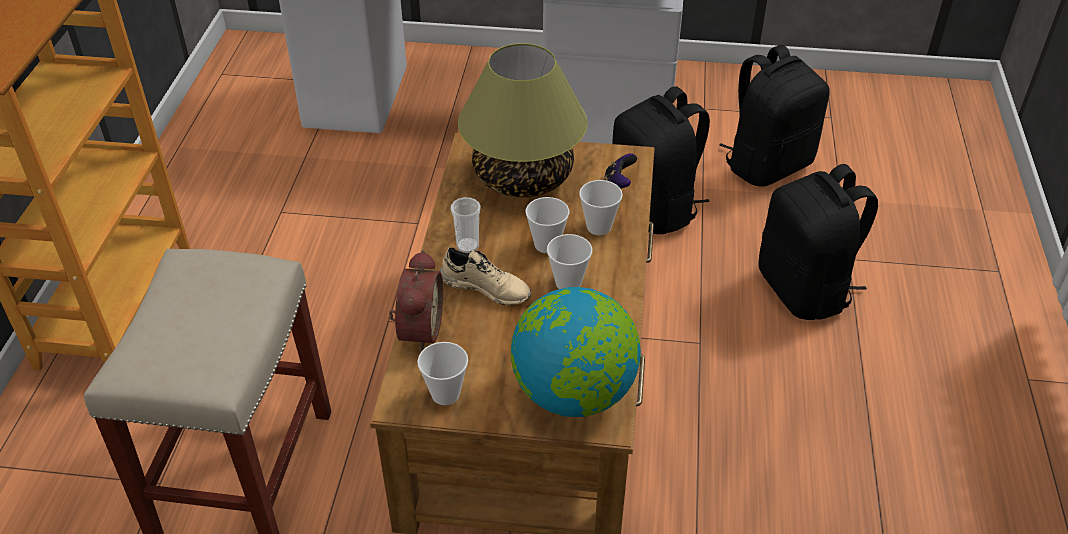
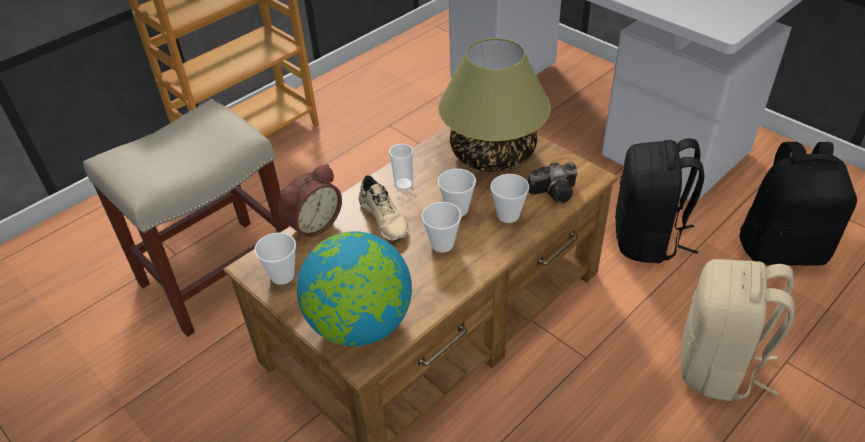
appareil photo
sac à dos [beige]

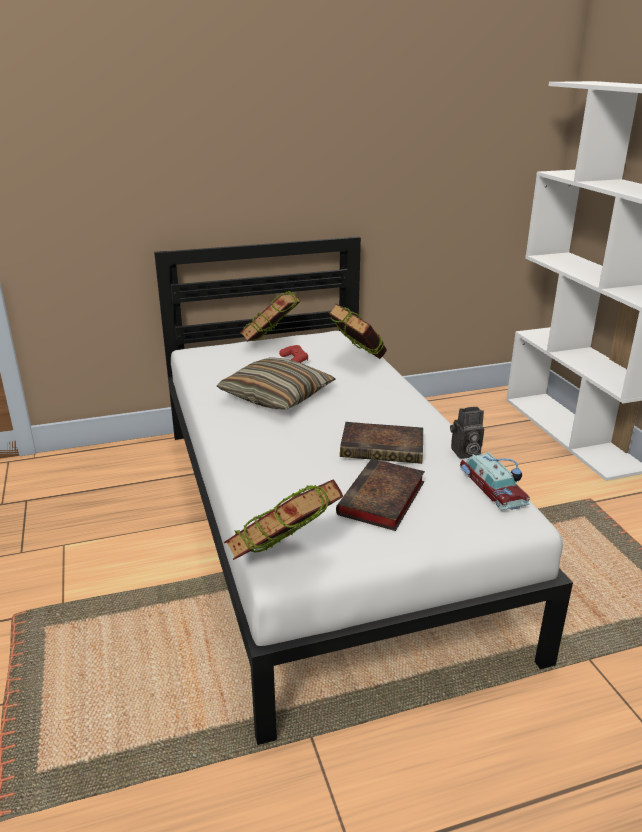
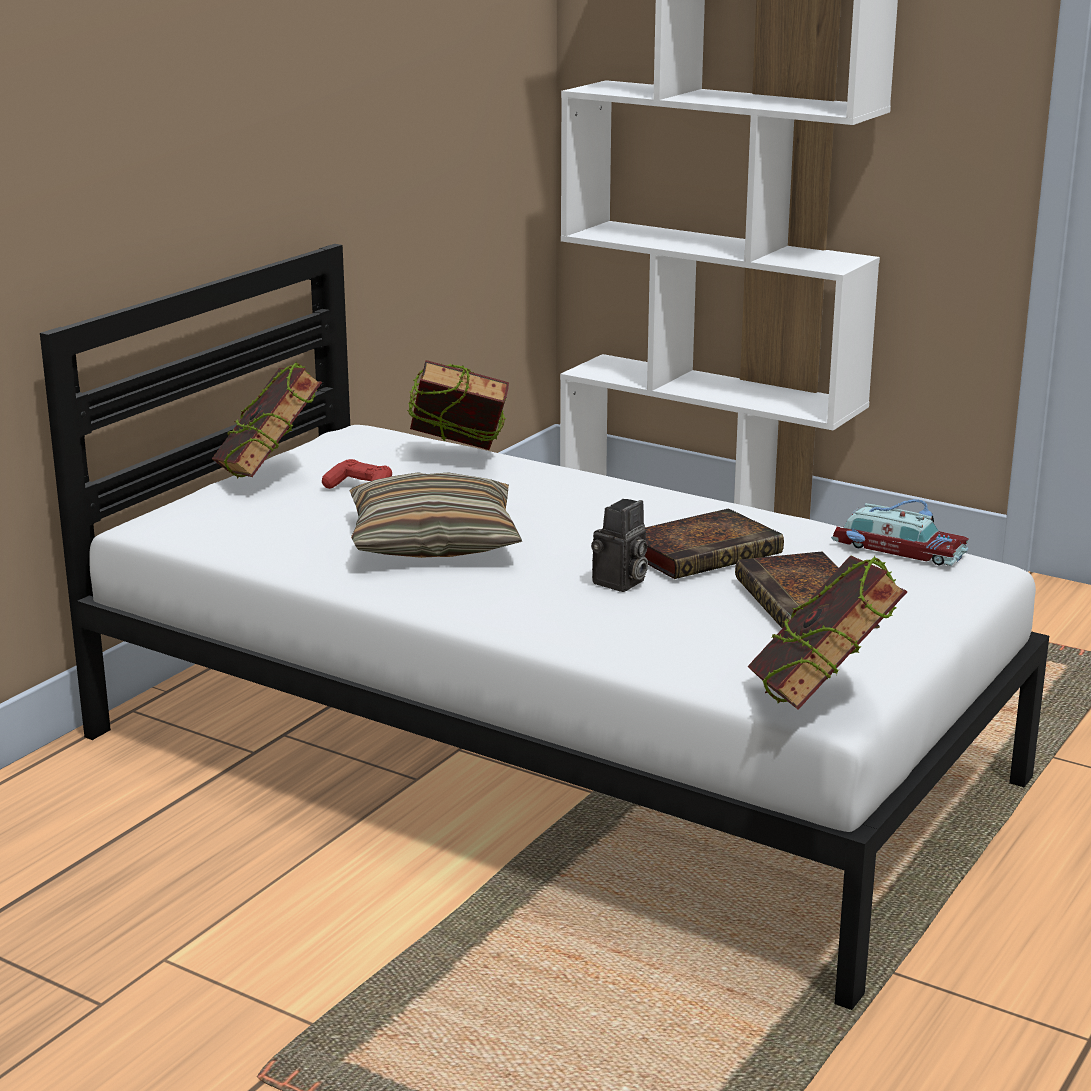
appareil photo

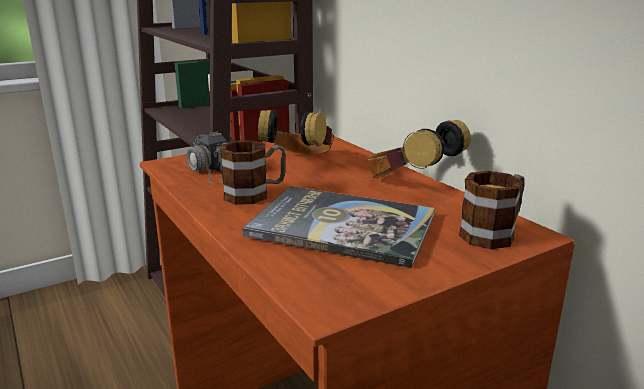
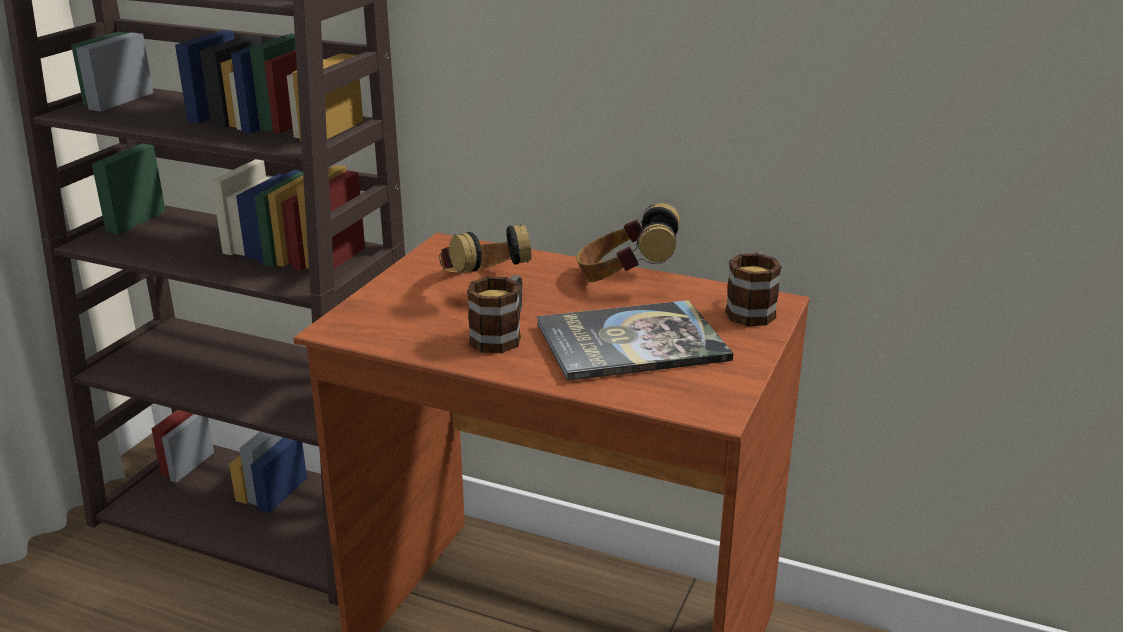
appareil photo

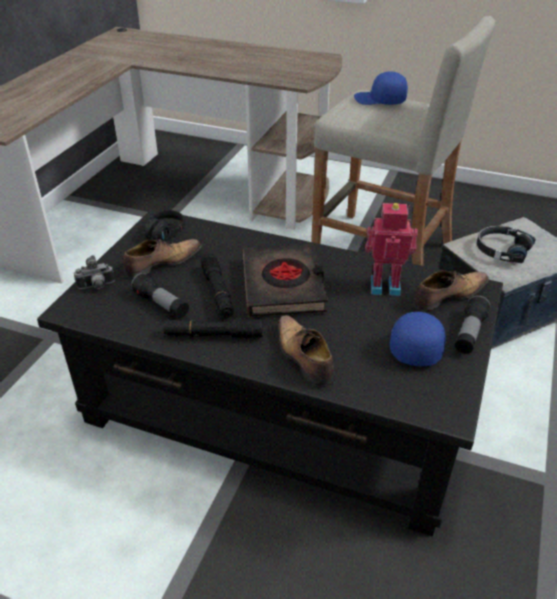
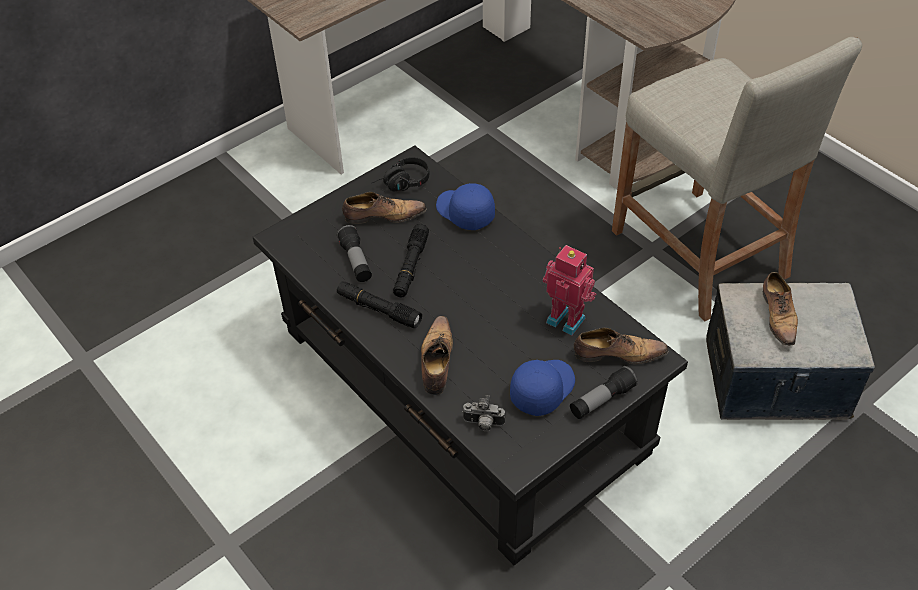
appareil photo
livre [noir]
casquette [bleu] (no. 1 from left)
chaussure (no. 4 from left)

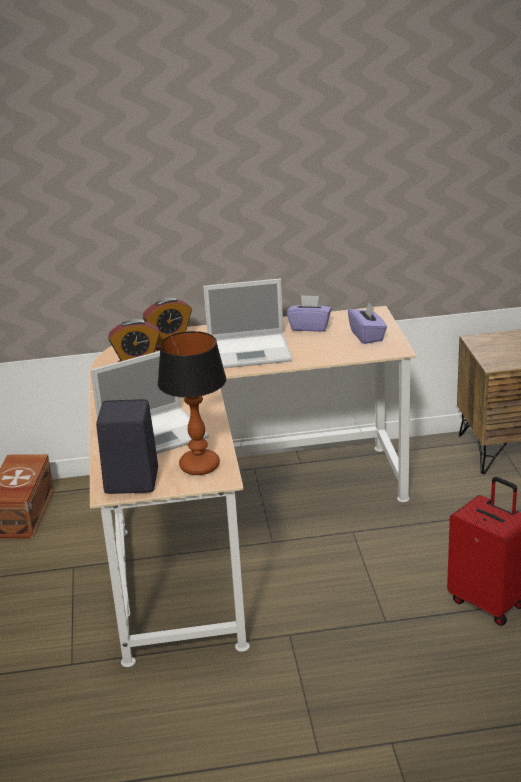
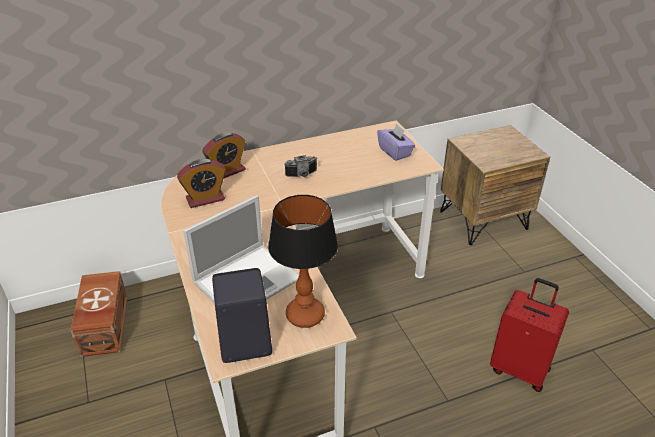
appareil photo
boîte à mouchoirs [violet] (no. 1 from left in the first image)

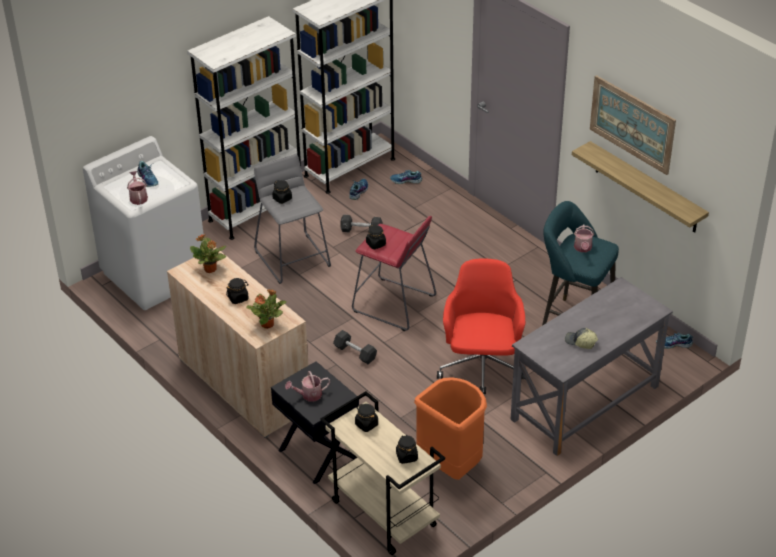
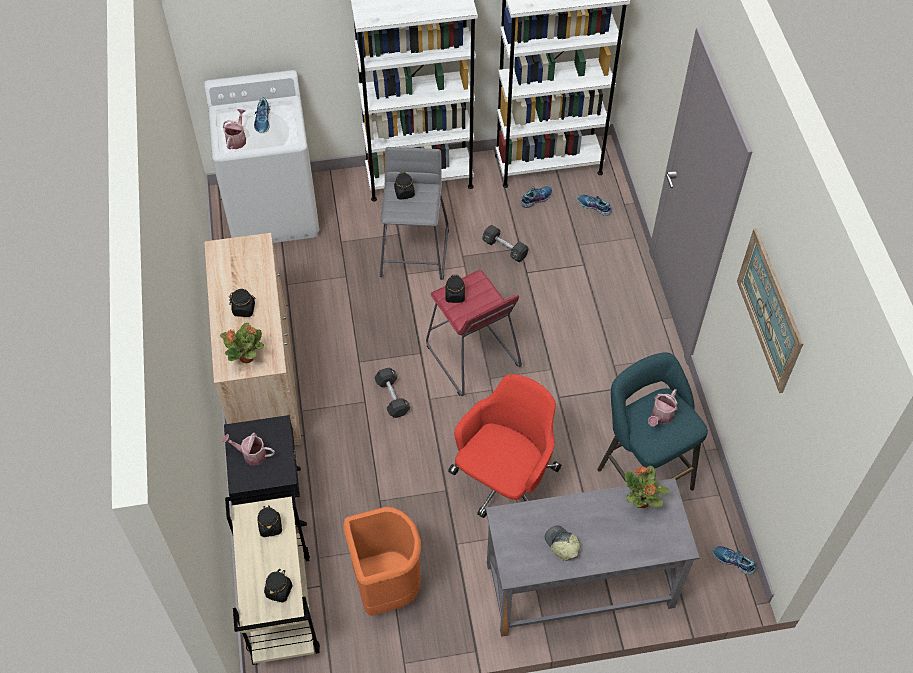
plante en pot (no. 2 from left)
étagère

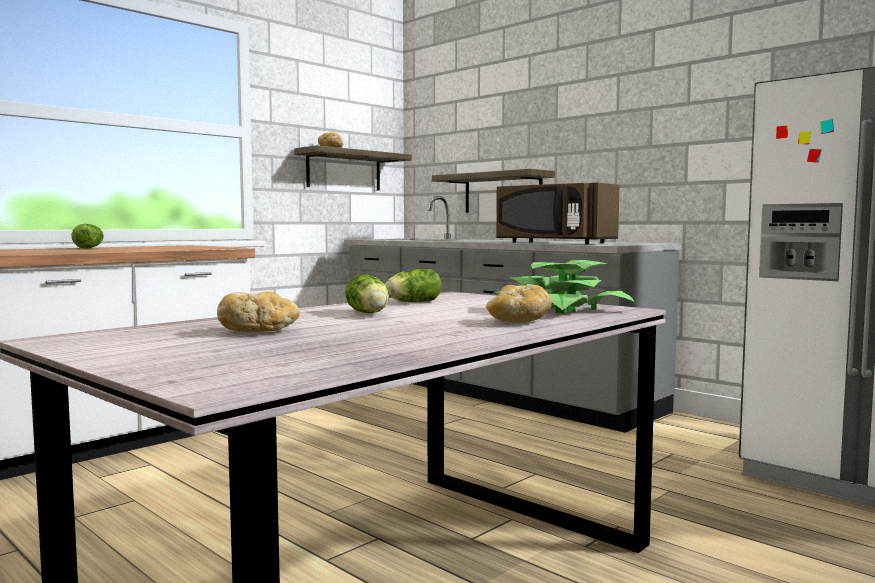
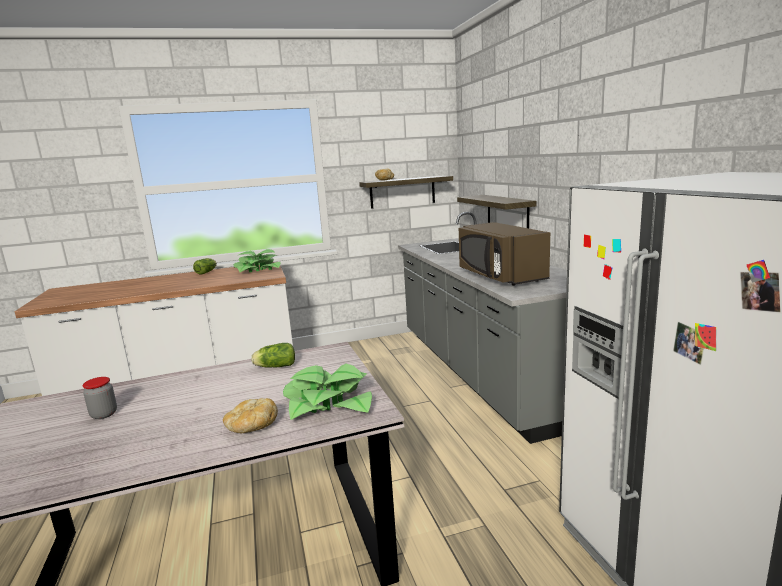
bocal
laitue (no. 2 from left in the first image)
plante en pot (no. 1 from left)

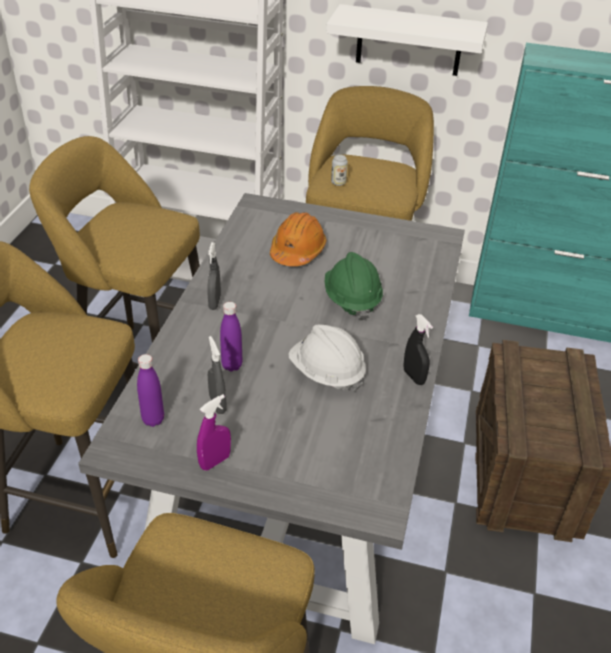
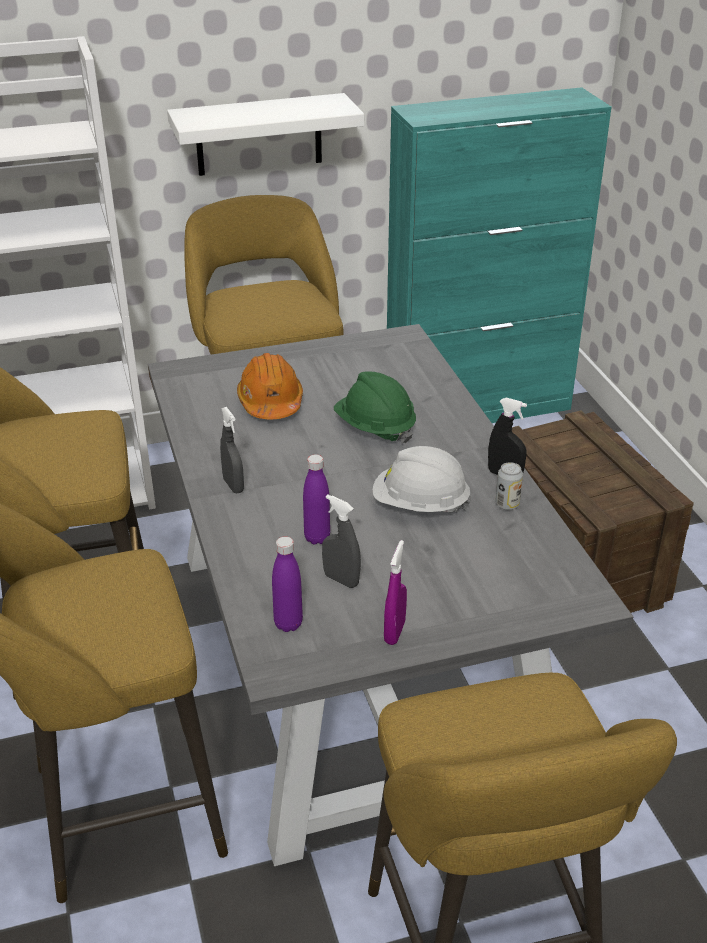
boîte métallique

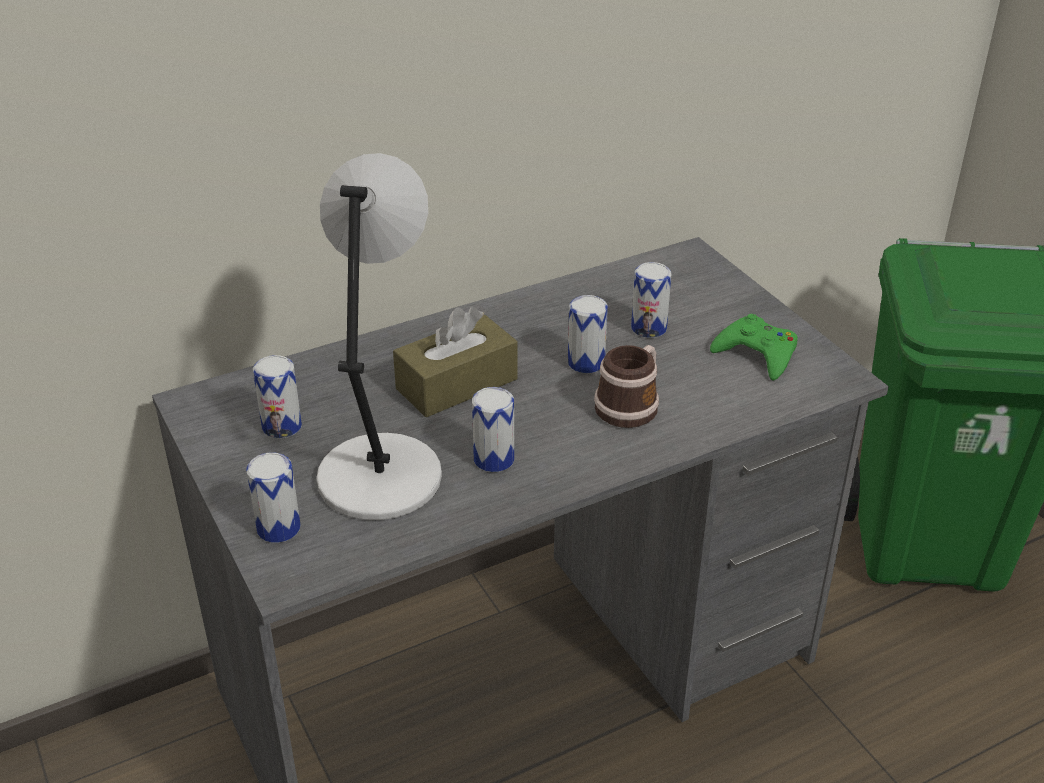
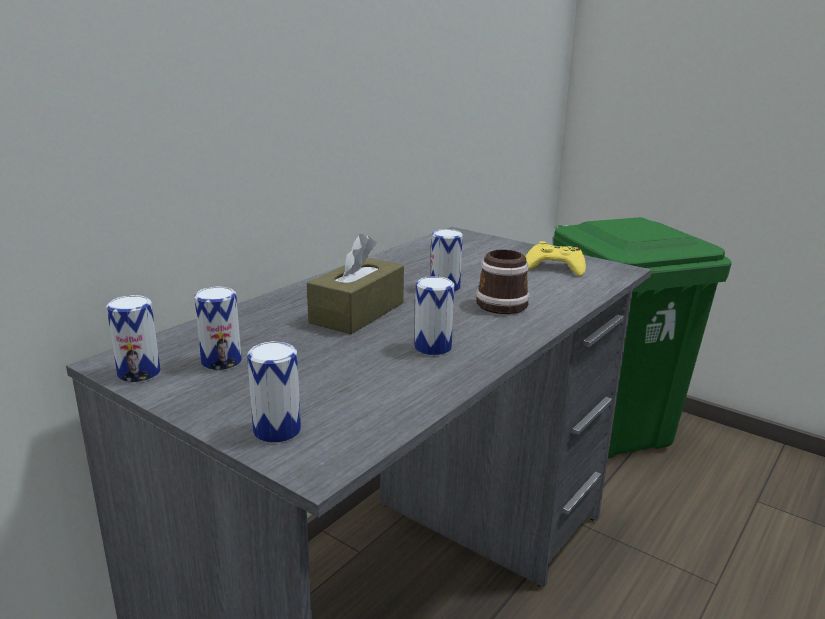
lampe de table [gris]
boîte métallique (no. 1 from left)
manette [jaune]

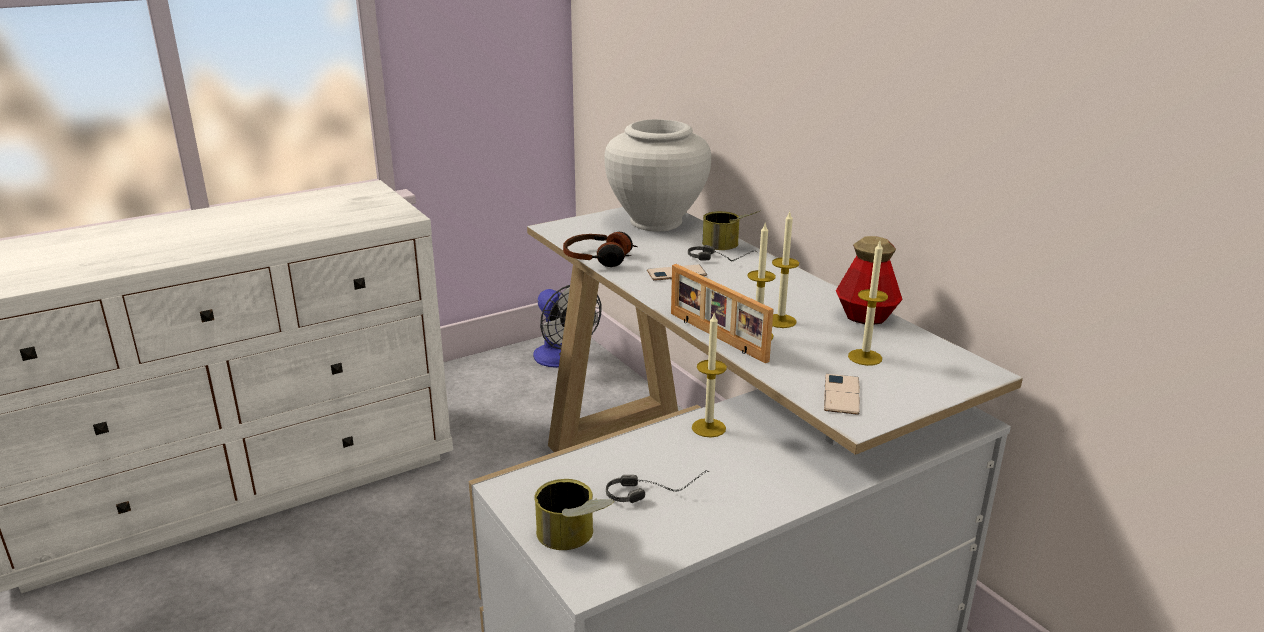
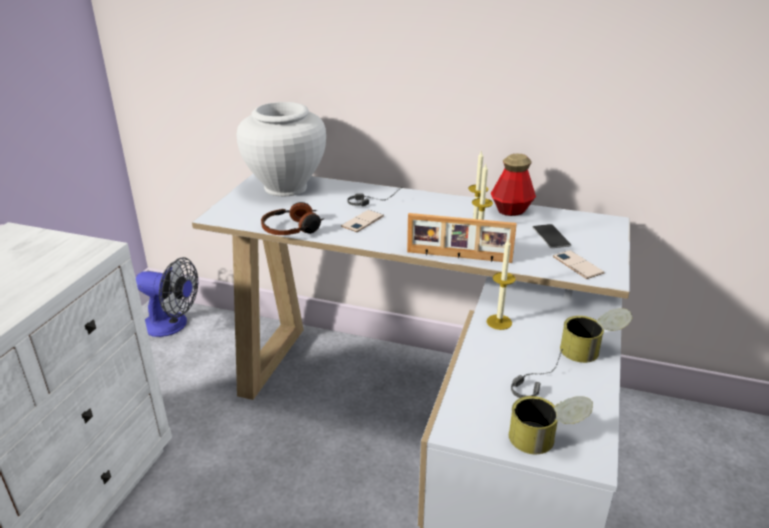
boîte métallique (no. 2 from left)
téléphone (no. 2 from left)

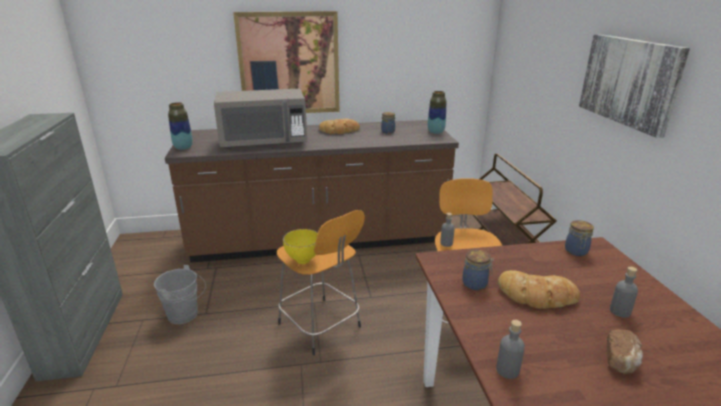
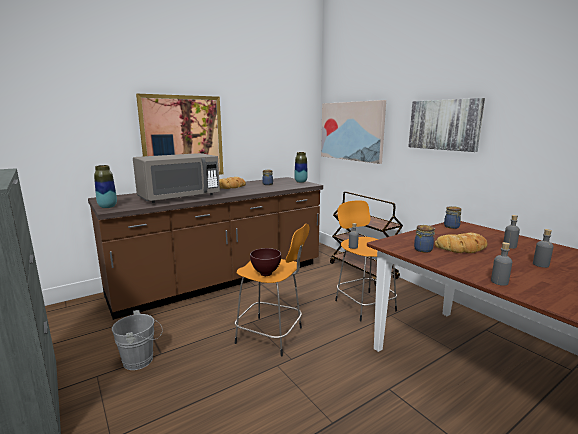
bol [marron]
bouteille [gris] (no. 4 from left)
tableau (no. 2 from left)

